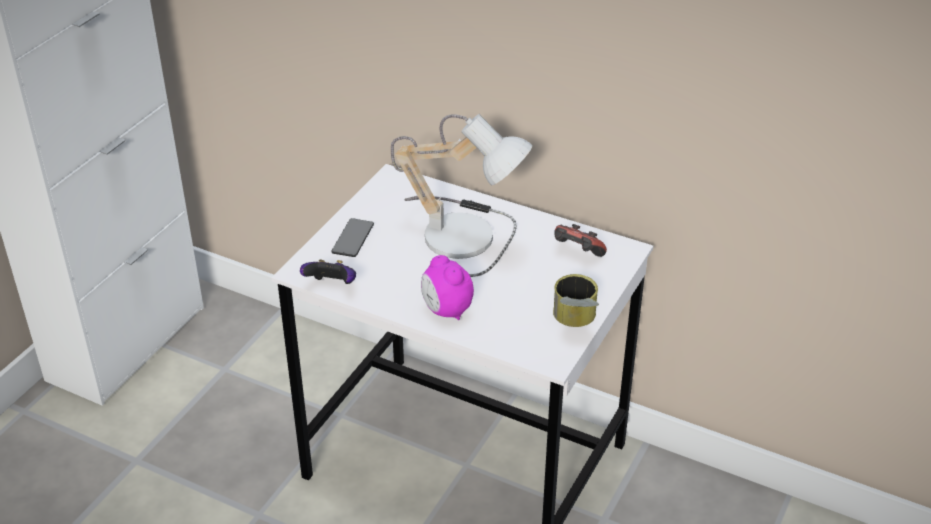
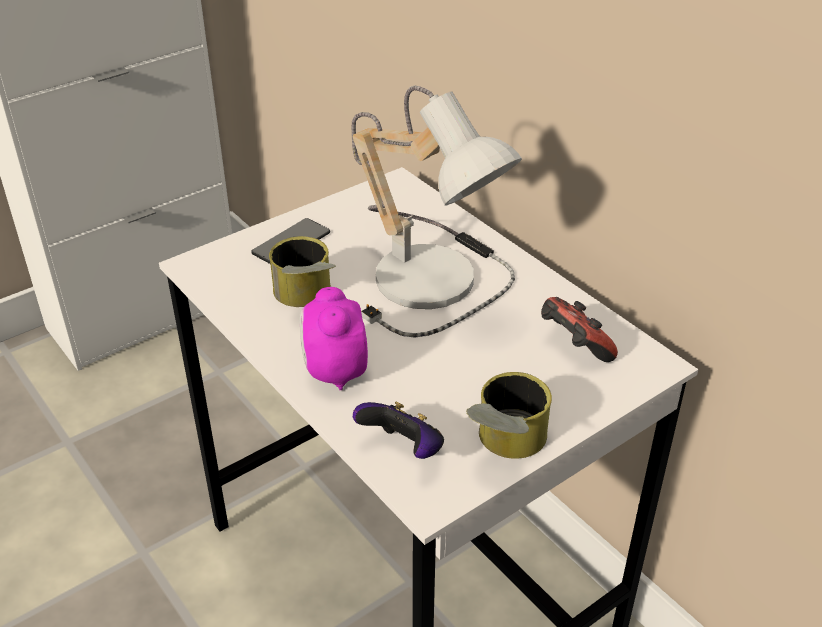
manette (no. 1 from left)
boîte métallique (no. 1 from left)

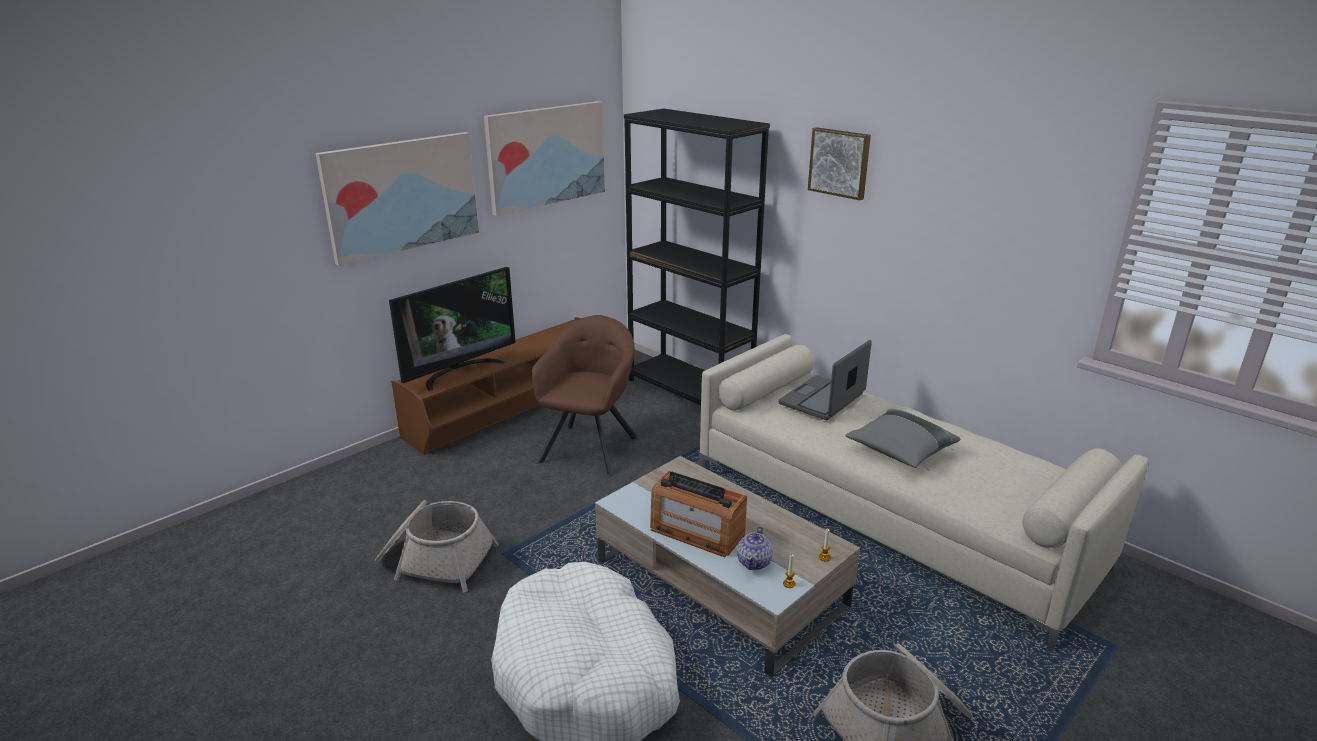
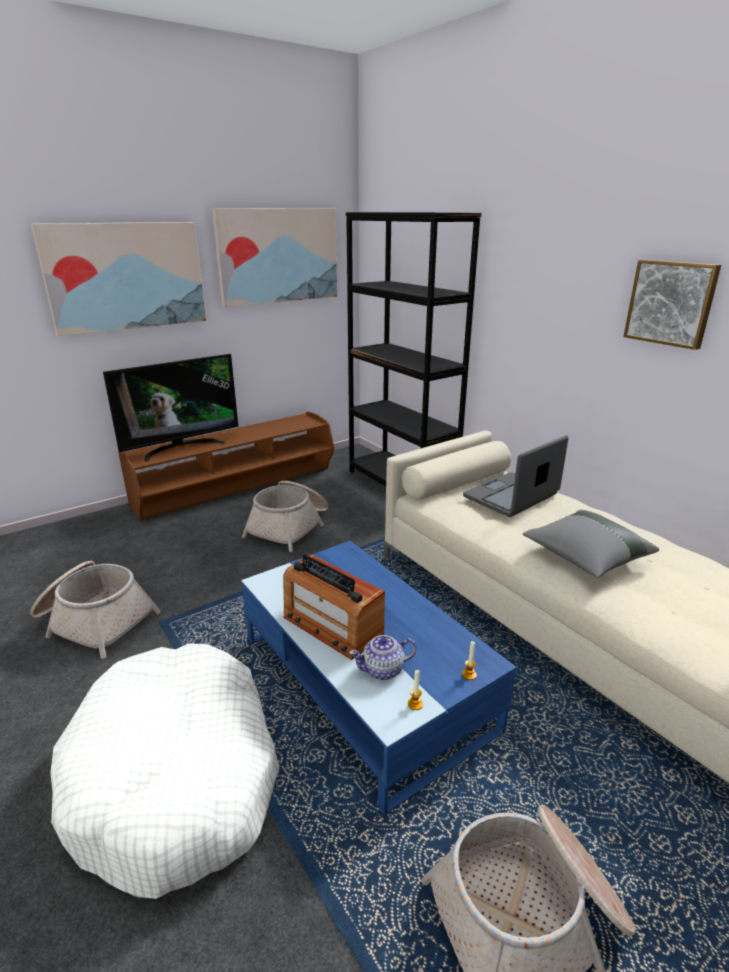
panier (no. 2 from left)
table basse [bleu]
théière
tableau (no. 3 from left)

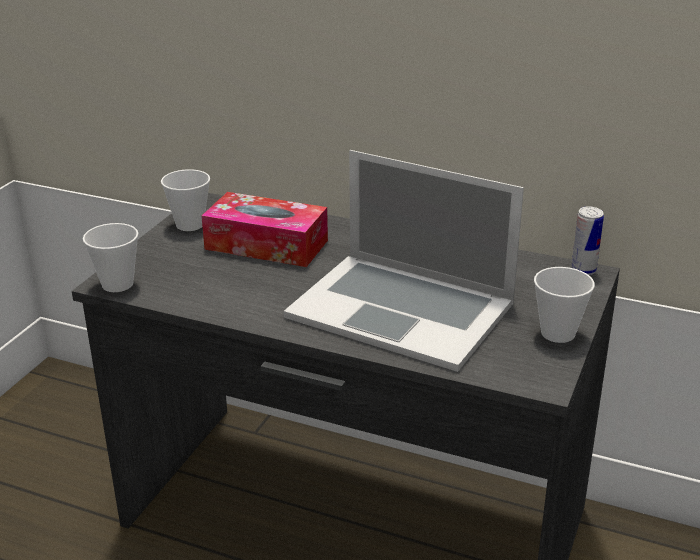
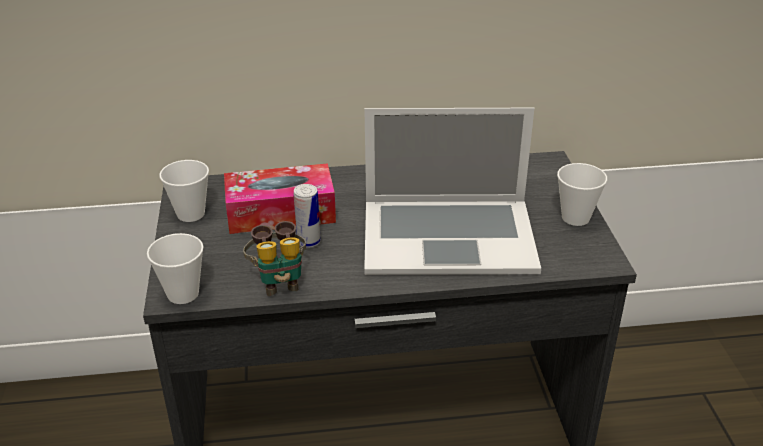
boîte métallique
jumelles

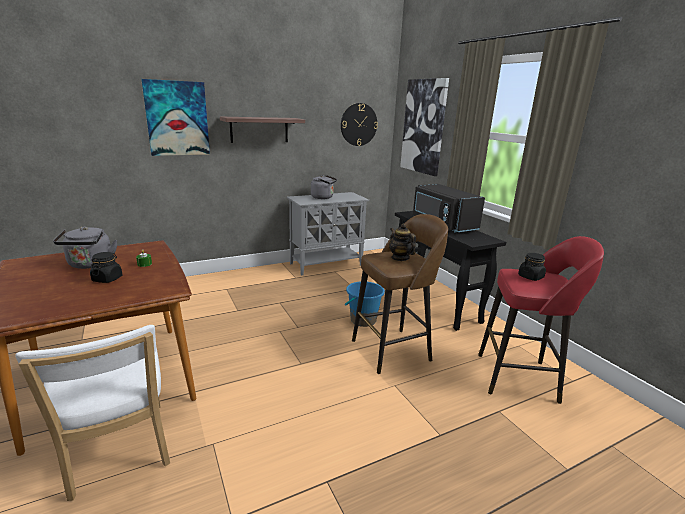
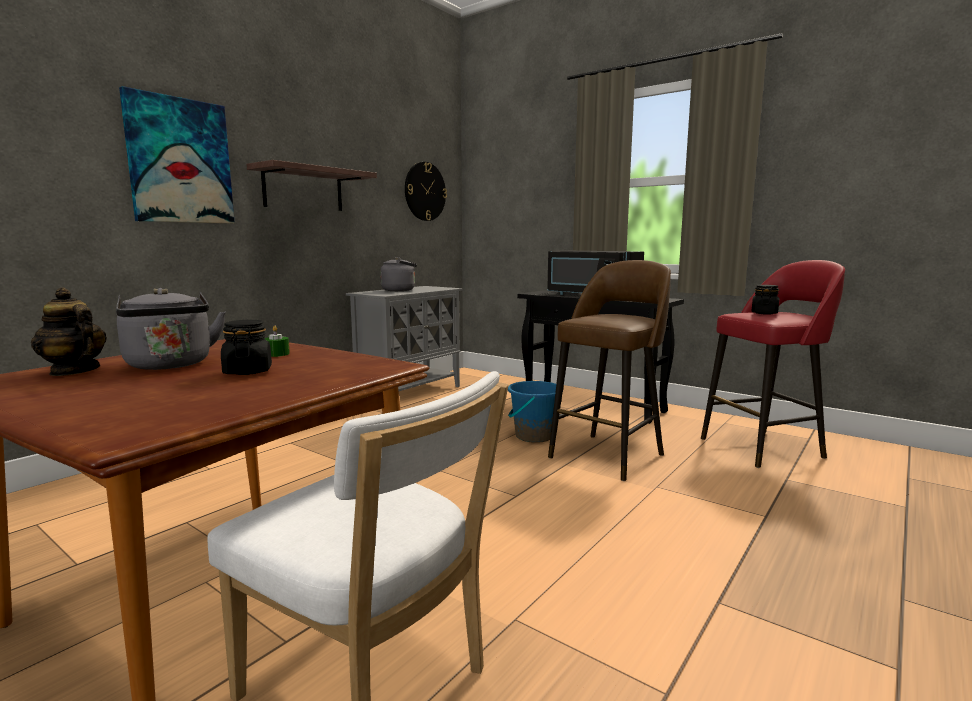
théière
tableau (no. 2 from left in the first image)

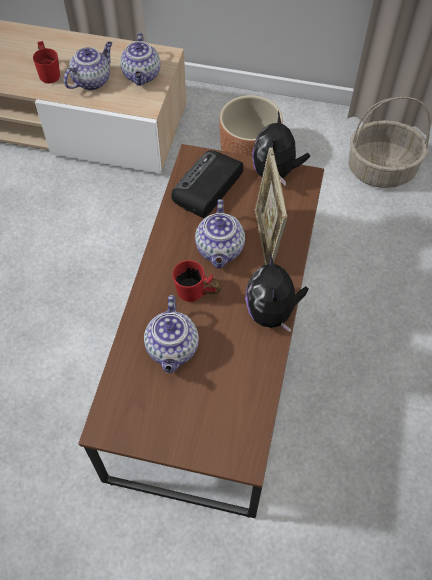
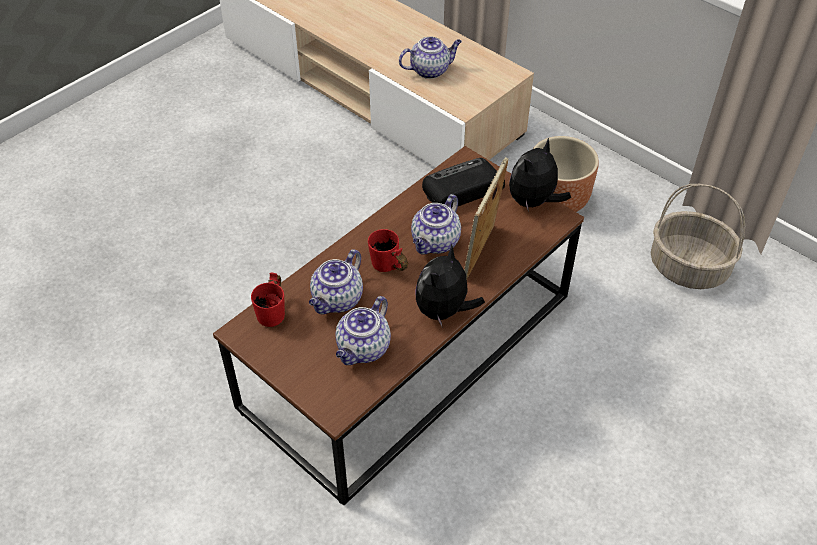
mug [rouge] (no. 1 from left)
théière (no. 2 from left)

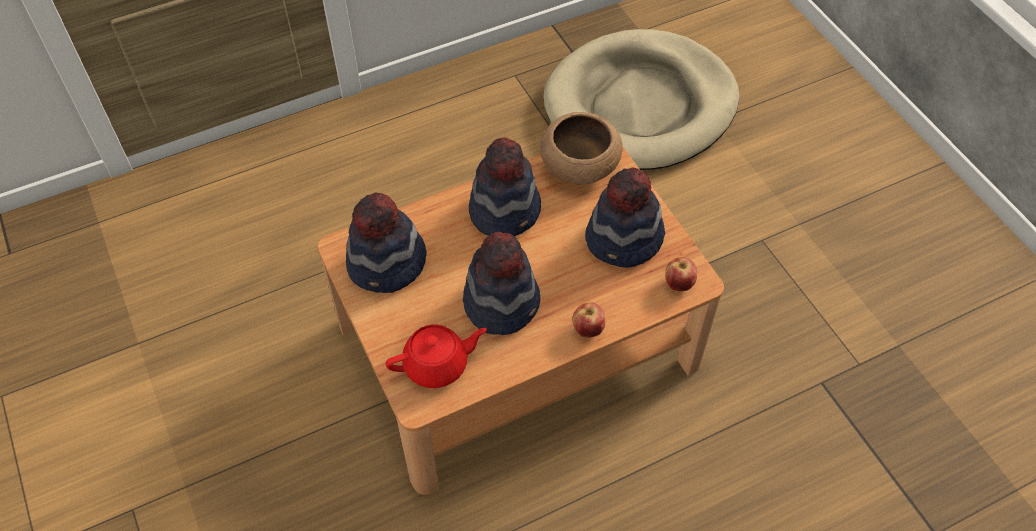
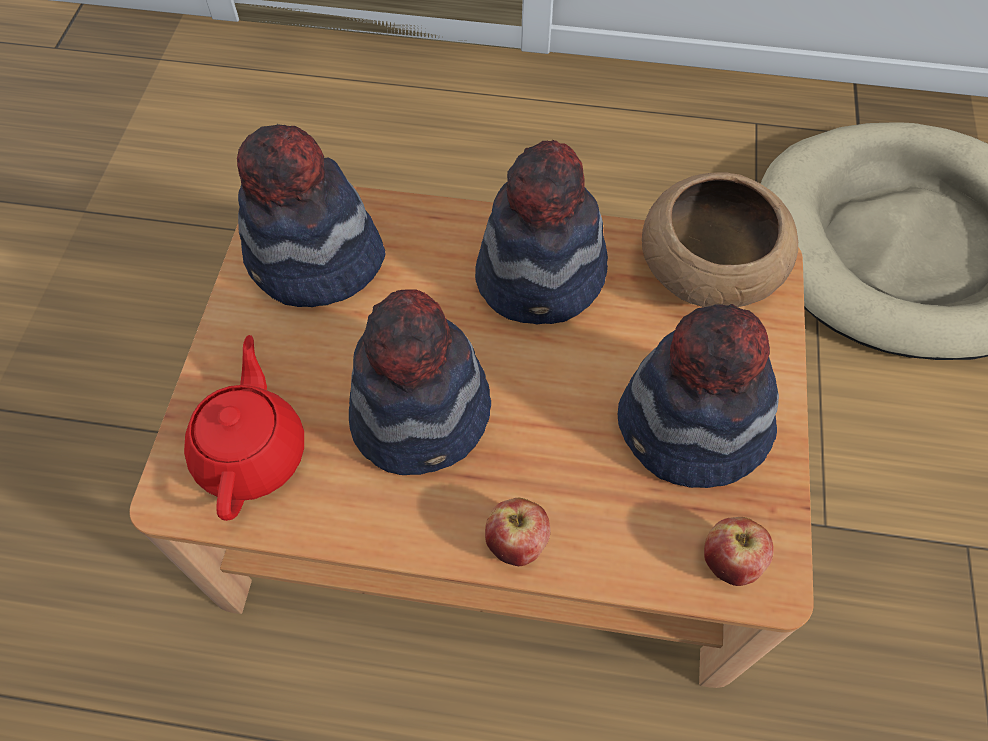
théière [rouge]

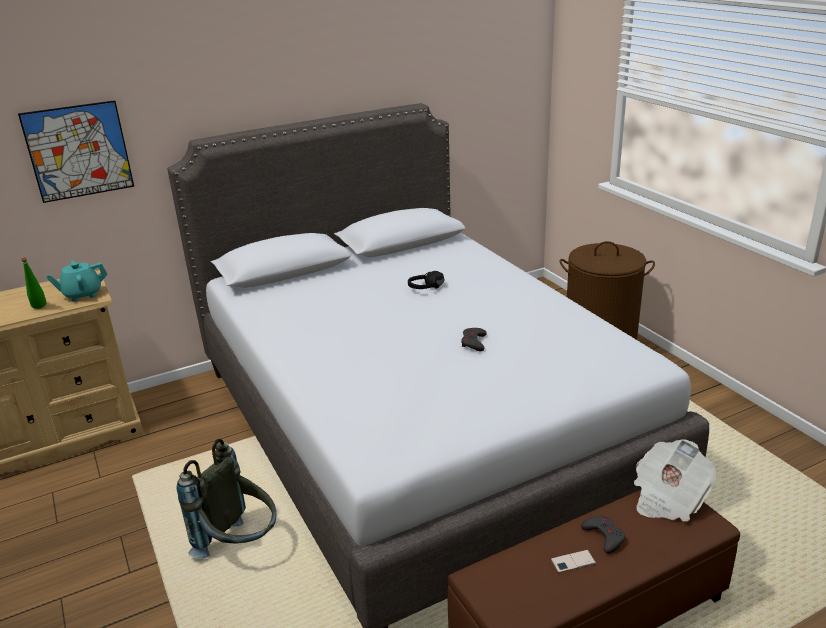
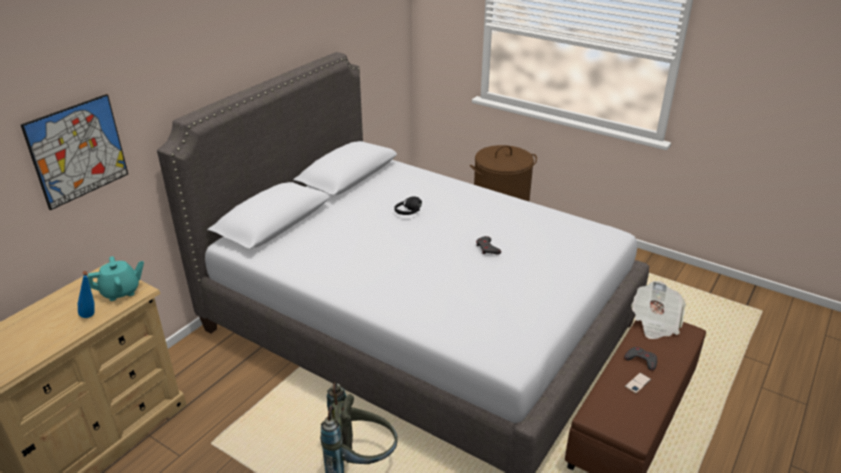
bouteille [bleu]
théière [turquoise]

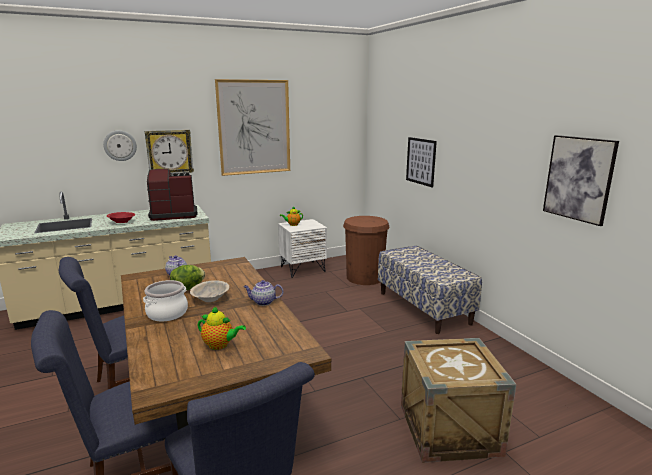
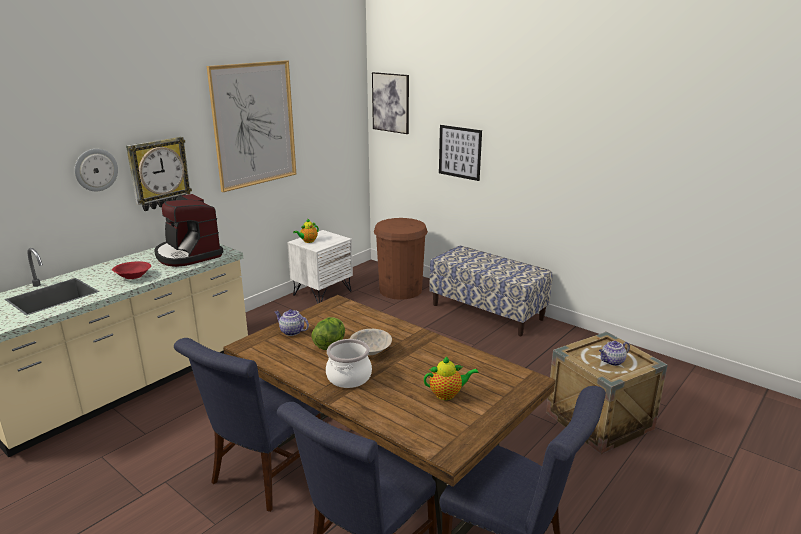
machine à café
théière (no. 4 from left)
tableau (no. 2 from left)

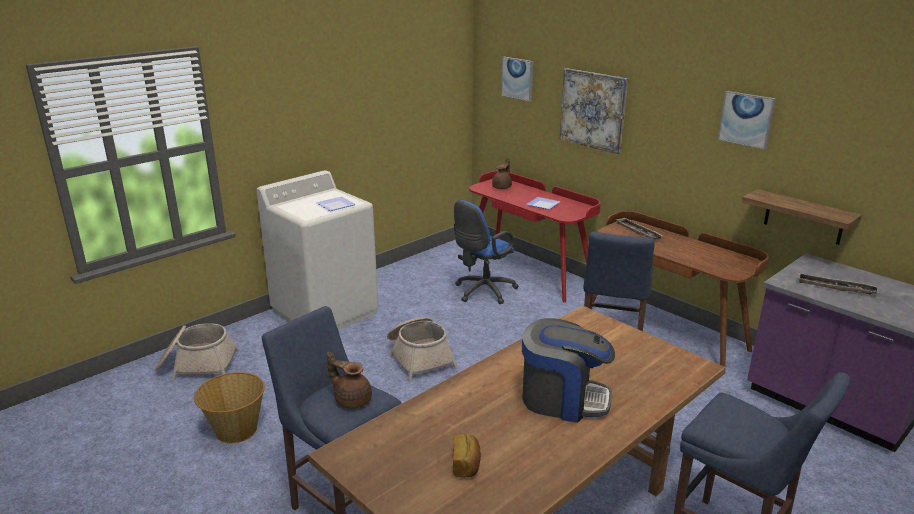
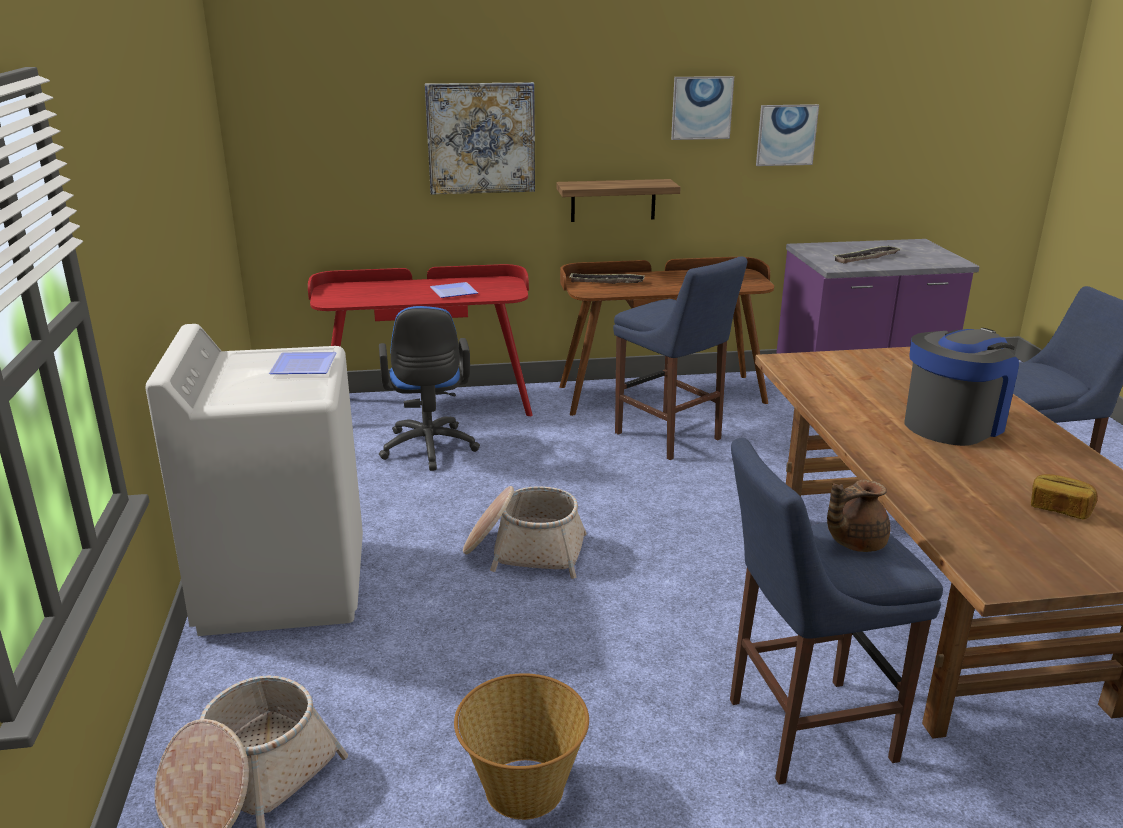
théière [marron] (no. 2 from left in the first image)
tableau (no. 3 from left)
étagère

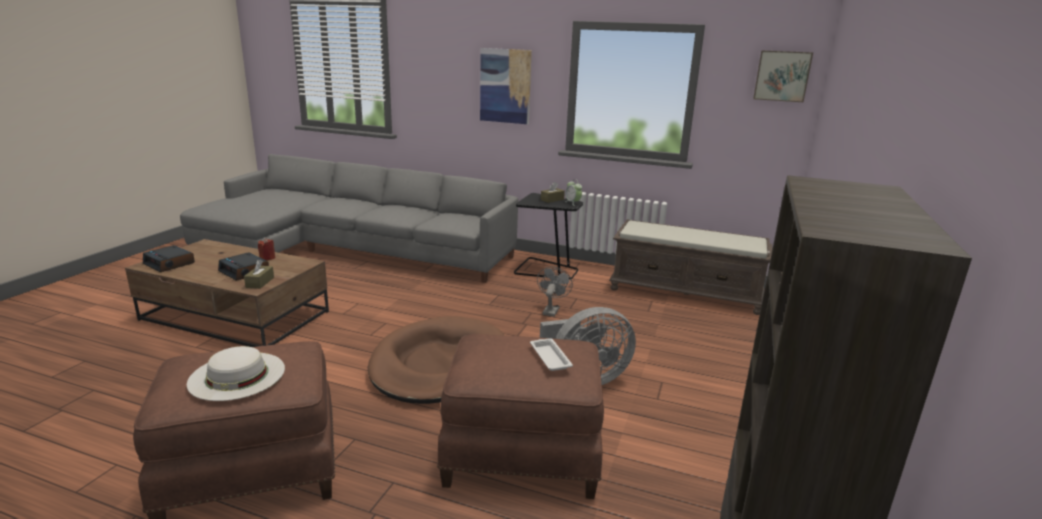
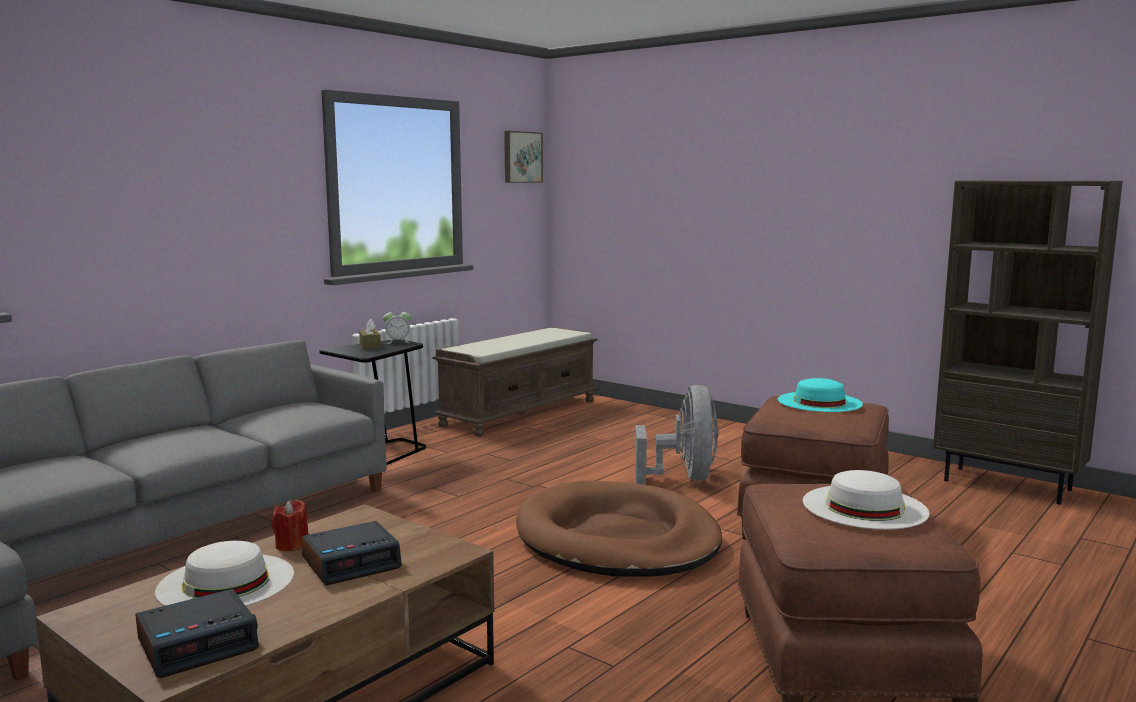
boîte à mouchoirs [marron] (no. 1 from left in the first image)
tableau (no. 1 from left in the first image)
chapeau [turquoise]
ventilateur [gris] (no. 1 from left in the first image)
chapeau [blanc] (no. 1 from left)

